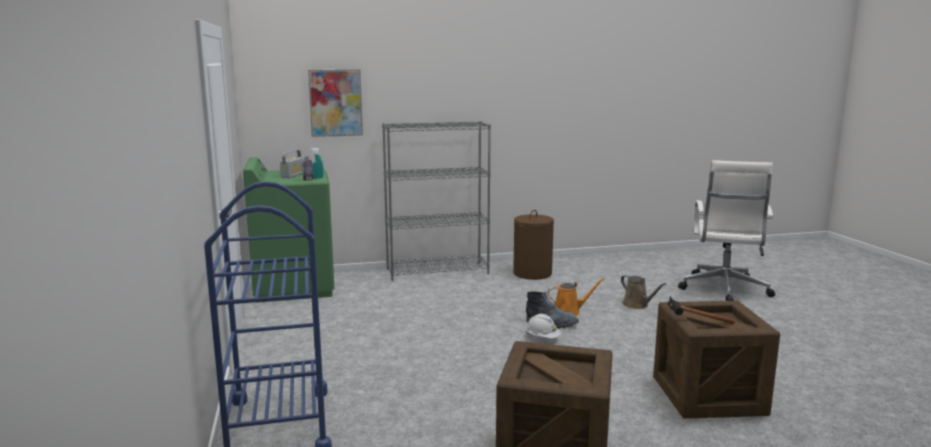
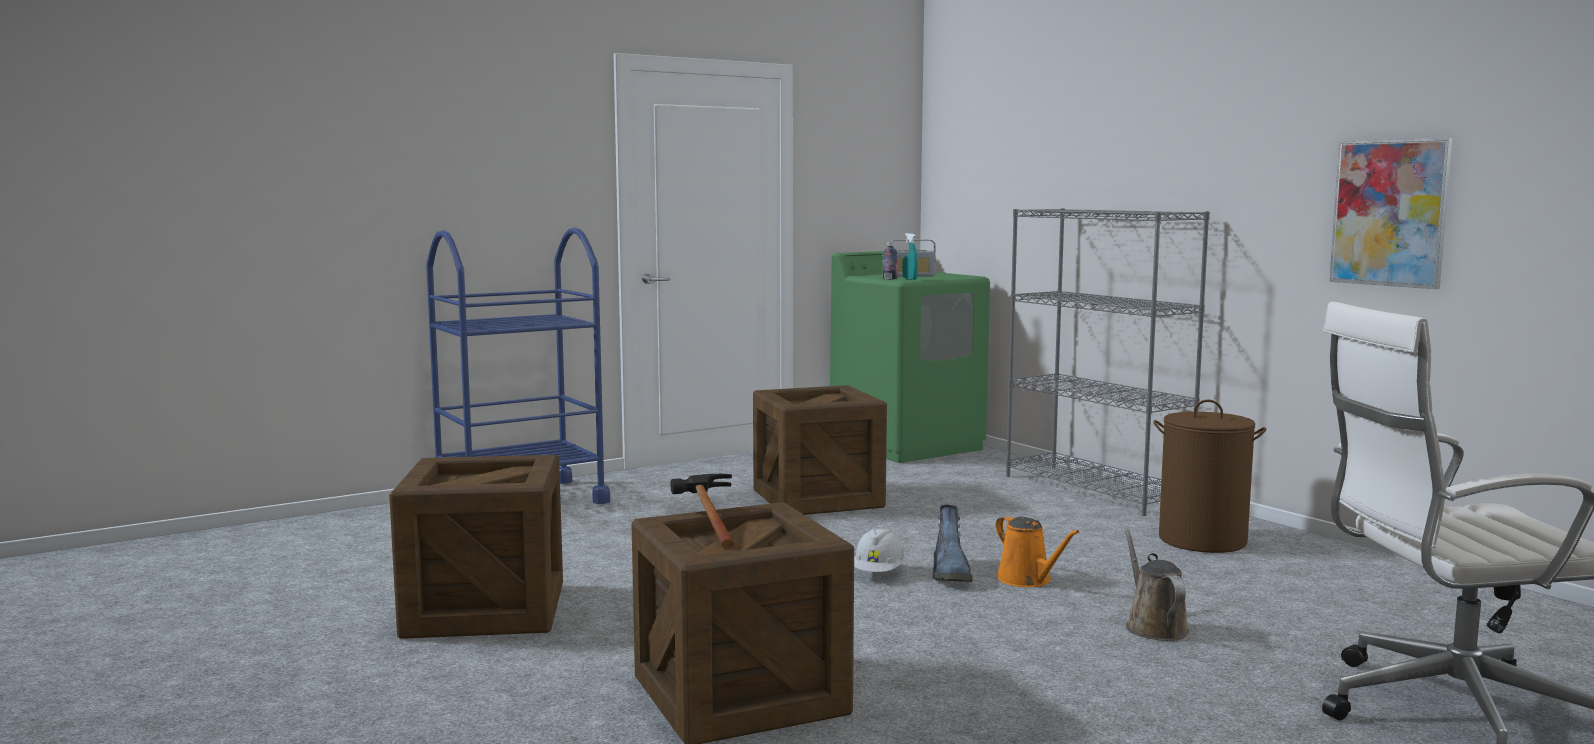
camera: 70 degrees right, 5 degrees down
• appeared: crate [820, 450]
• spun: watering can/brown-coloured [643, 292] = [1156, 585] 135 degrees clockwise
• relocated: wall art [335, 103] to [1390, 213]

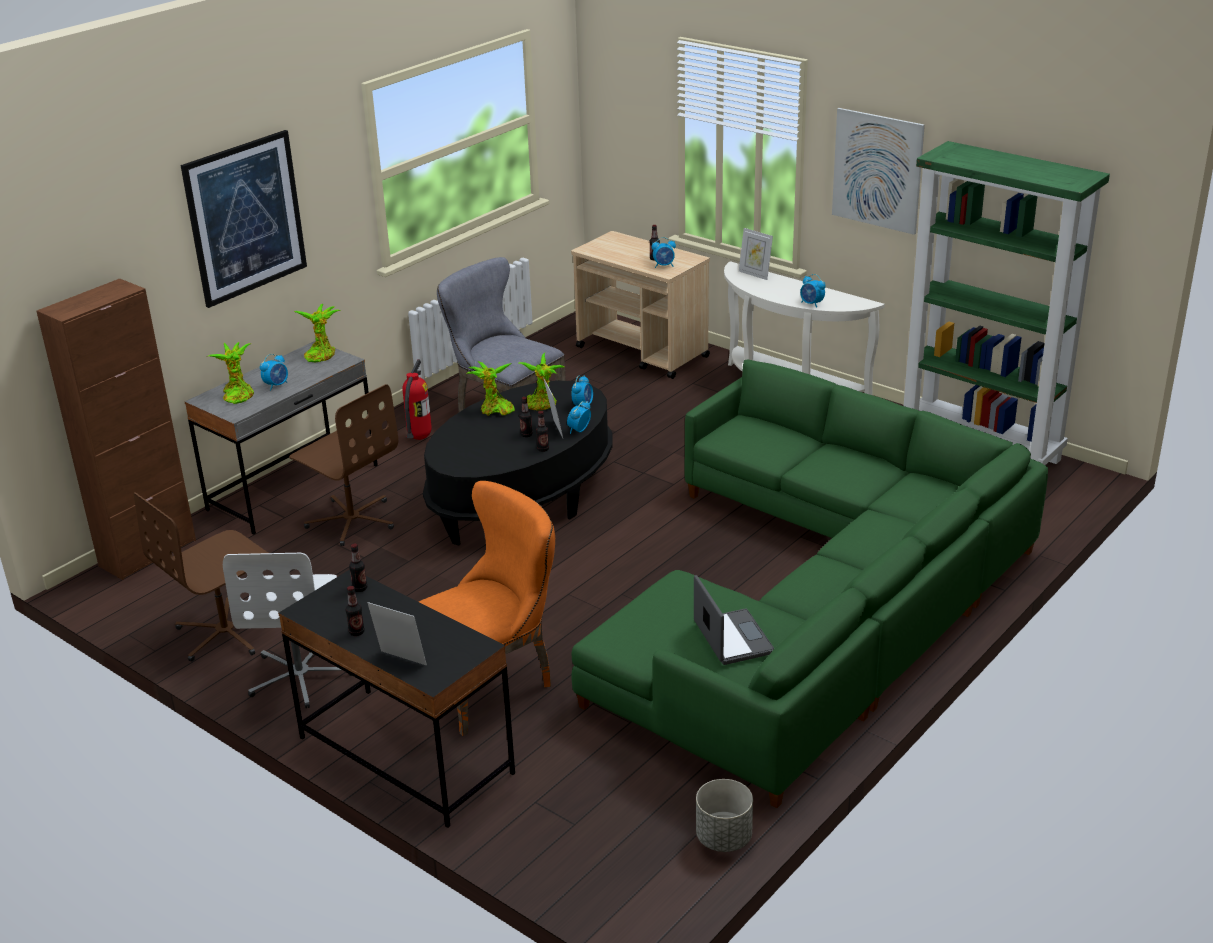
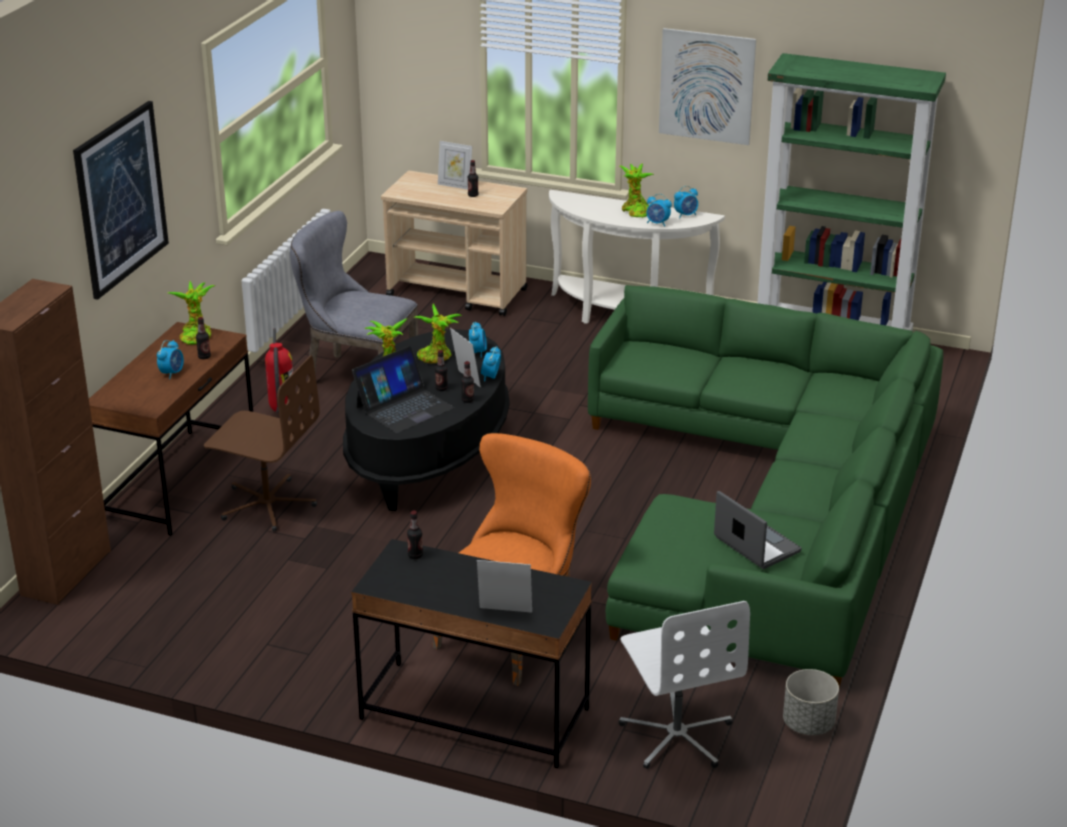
camera: 20 degrees left, 0 degrees up
• colour: desk table/greyish [281, 438] to desk table/brown-coloured [171, 429]
• relocated: bottle [355, 611] to [203, 338]
• appeared: laptop [403, 389]
• relocated: picture frame [756, 254] to [455, 165]
• relocated: plant in a pot [231, 373] to [636, 190]
• relocated: computer chair/whitish [287, 631] to [684, 685]
• relocated: bedside clock [664, 252] to [686, 202]
• missing: computer chair/brown-coloured [201, 577]

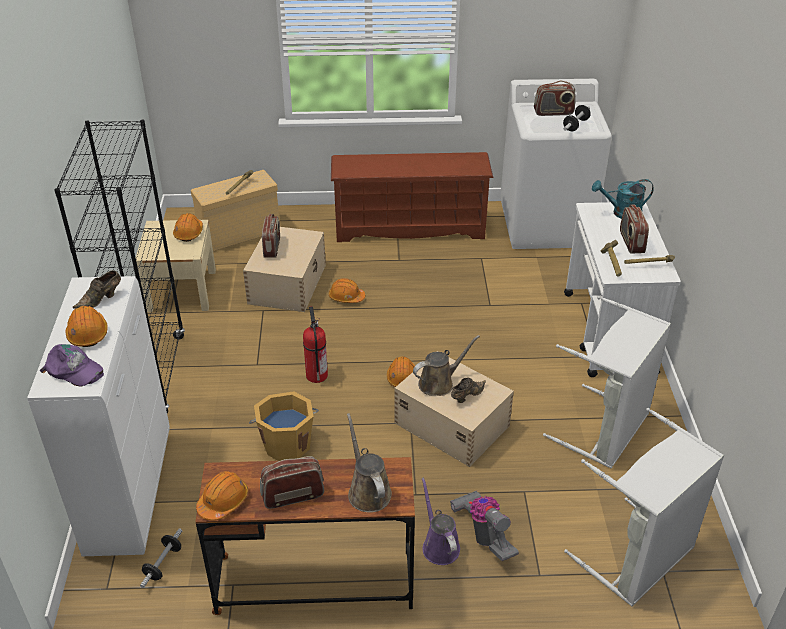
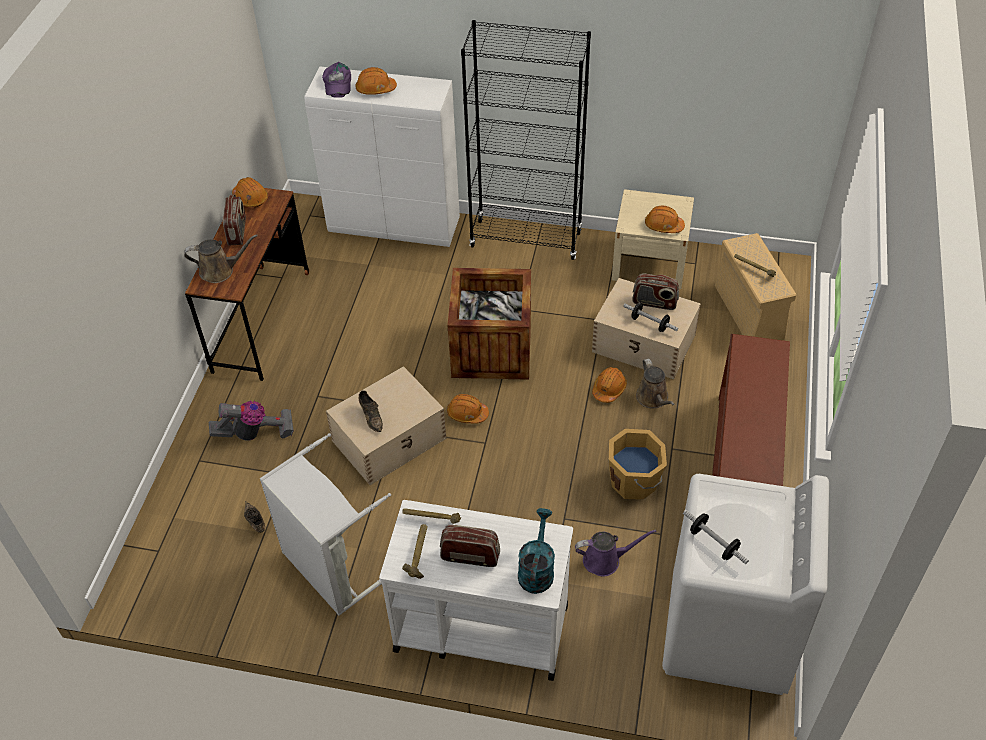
camera: 105 degrees right, 10 degrees up
• relocated: item of footwear/brown-coloured [97, 289] to [254, 517]
• spun: peaked cap/purplish [72, 365] = [336, 80] 45 degrees counterclockwise
• exchanged: fire-fighting cylinder [315, 344] to crate [489, 324]
• relocated: watering can/purplish [441, 521] to [616, 553]
• relocated: bucket/orange-coloured [284, 426] to [638, 464]
• relocated: dumbbell [161, 558] to [650, 317]
• relocated: watering can/brown-coloured [446, 365] to [655, 383]
• missing: radio receiver [555, 98]
• missing: laundry basket/greyish [644, 507]

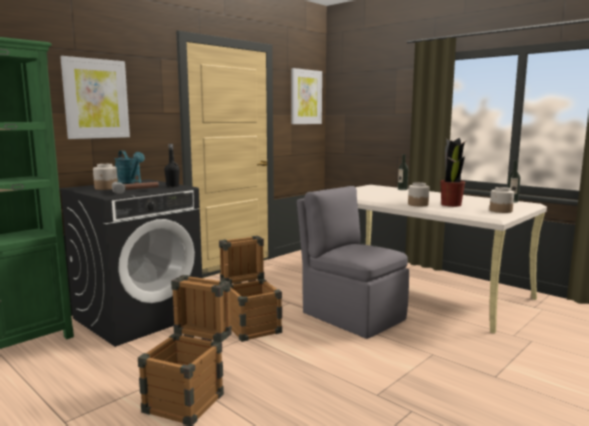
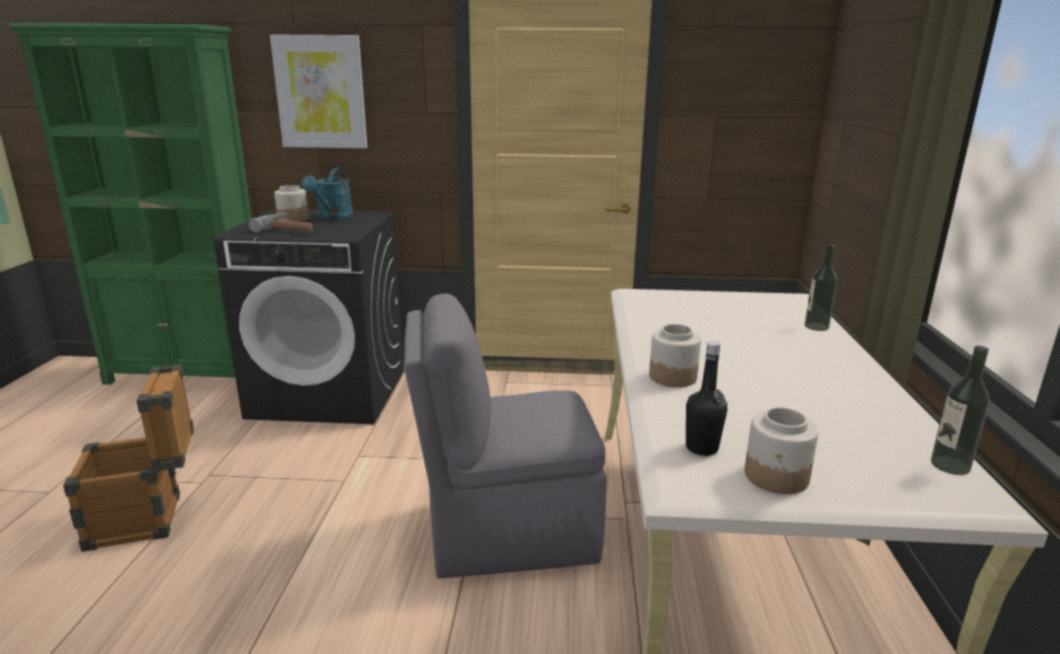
camera: 50 degrees right, 10 degrees up
• spun: chair/greyish [353, 262] = [505, 435] 105 degrees counterclockwise
• relocated: bottle/black-coloured [172, 165] to [706, 398]
• missing: crate [250, 289]
• missing: wall art [306, 96]
• missing: plant in a pot [453, 172]

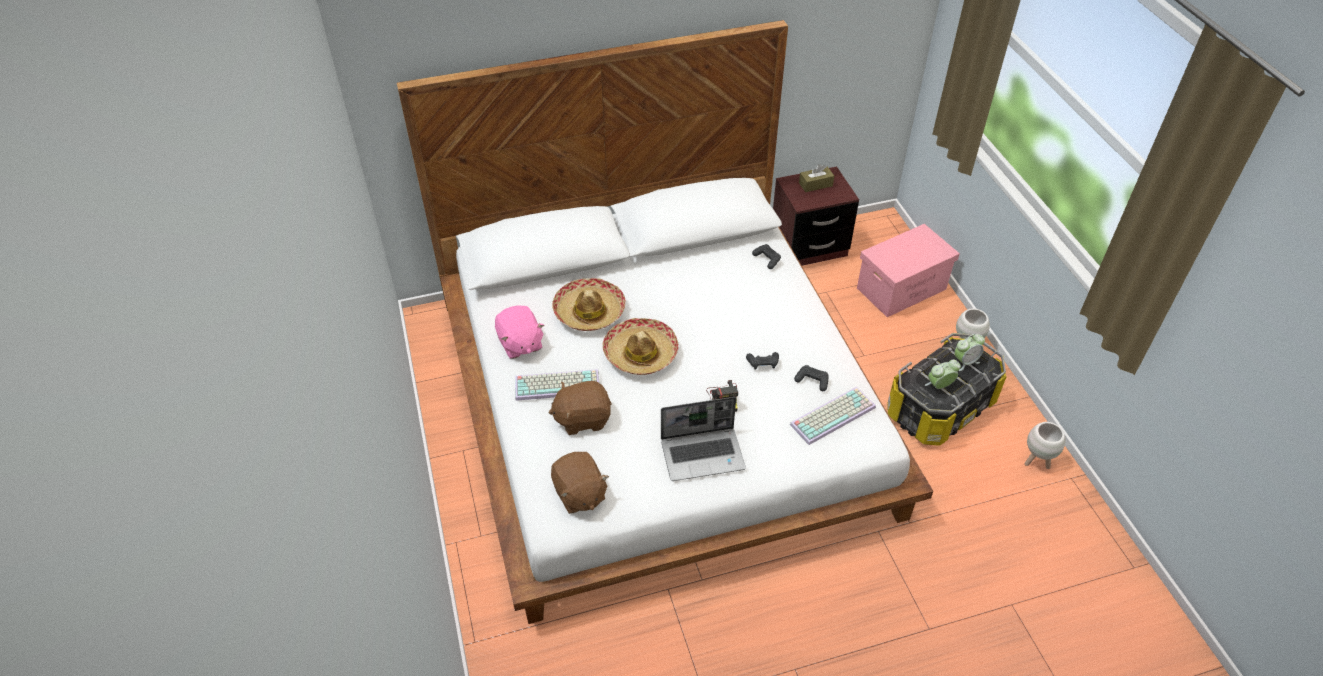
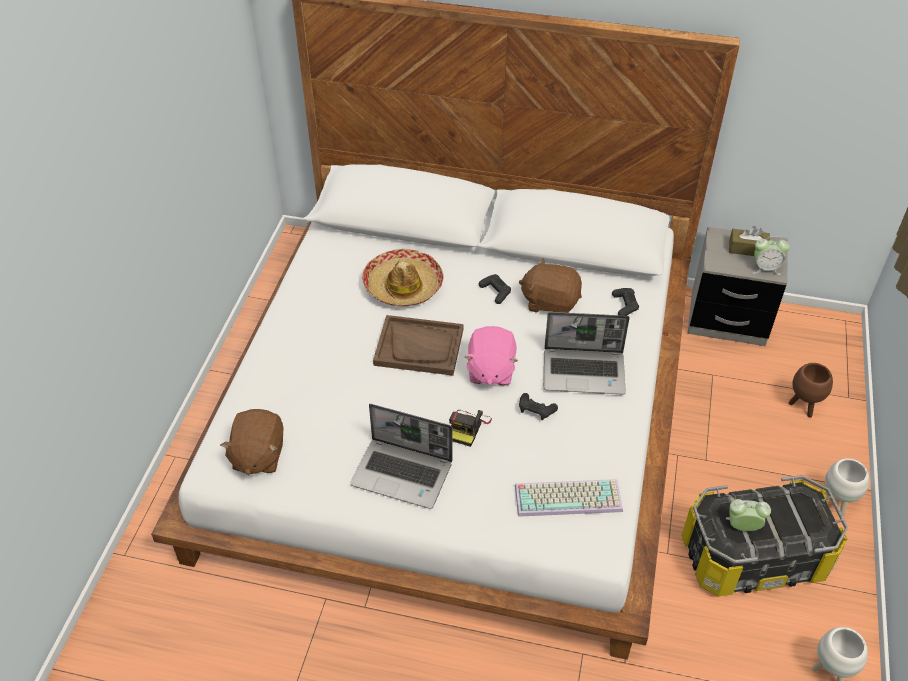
camera: 30 degrees right, 0 degrees up
• exchanged: wearable hat [641, 346] to tray/brown-coloured [418, 345]
• relocated: cuddly toy/pinkish [519, 332] to [491, 356]
• relocated: gamepad/black-coloured [811, 378] to [495, 289]
• relocated: cuddly toy/brown-coloured [580, 408] to [550, 285]
• appeared: laptop [587, 353]
• colour: nightstand/brown-coloured [816, 216] to nightstand/greyish [738, 286]
• relocated: bedside clock [969, 352] to [771, 255]
• exchanged: storage box/pinkish [908, 270] to plant pot/brown-coloured [811, 390]
• missing: PC keyboard [557, 385]

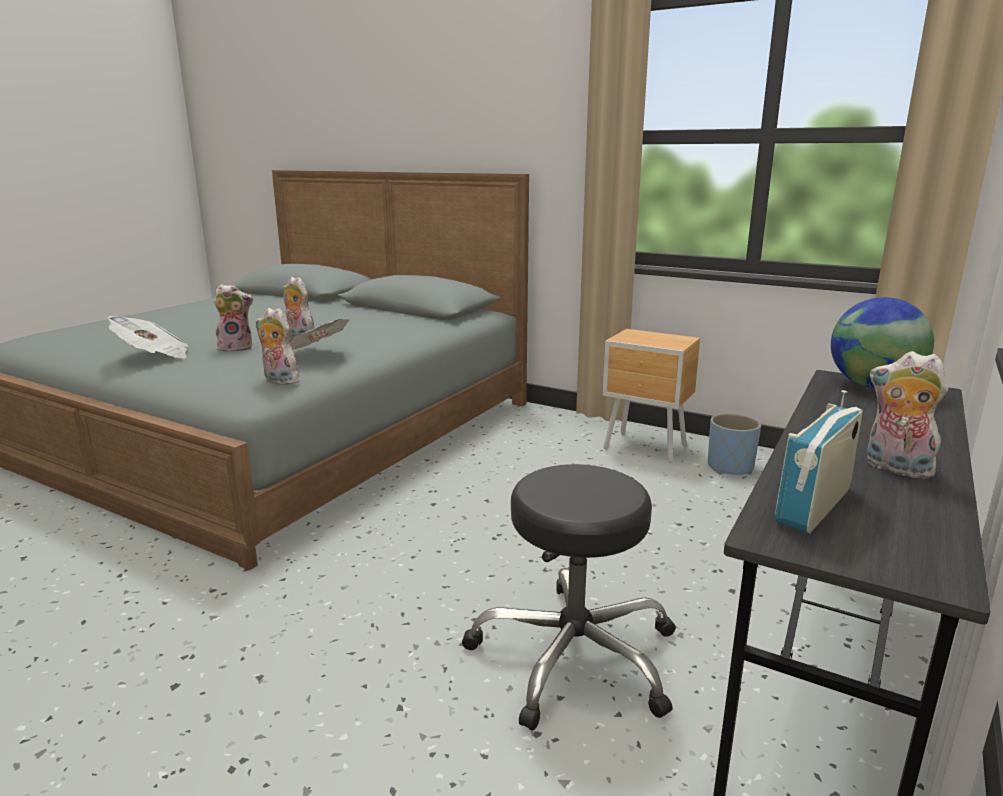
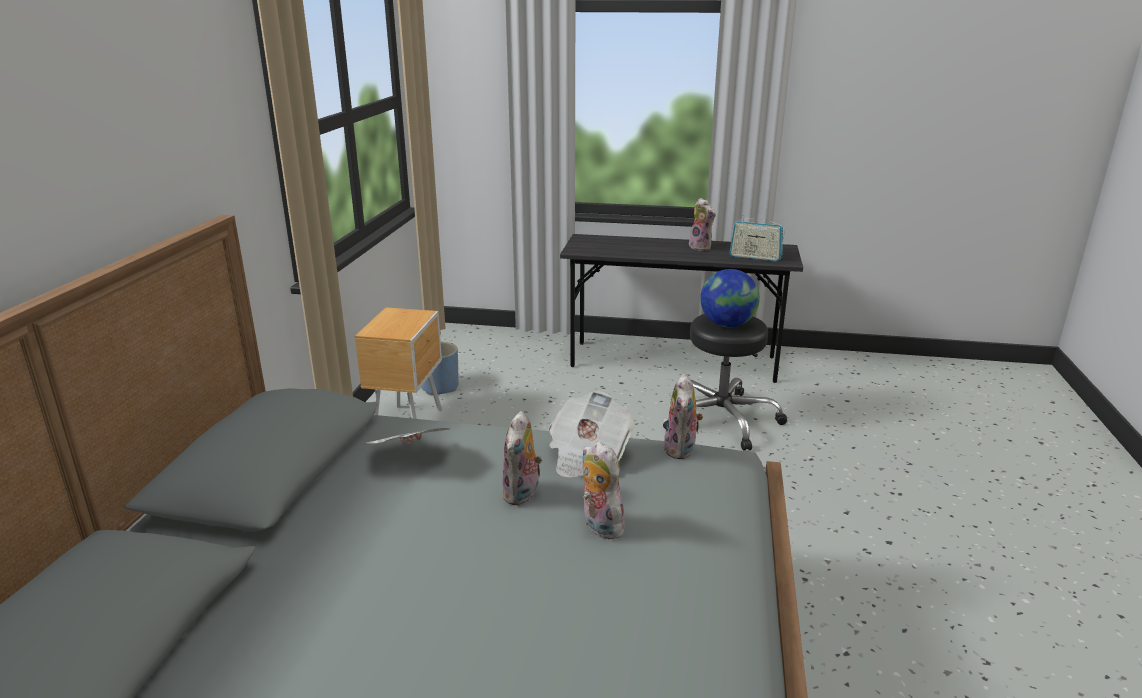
camera: 110 degrees left, 5 degrees up
• relocated: newspaper [148, 337] to [407, 436]
• spun: cuddly toy [907, 415] = [702, 224] 60 degrees counterclockwise
• relocated: world globe [882, 342] to [730, 298]

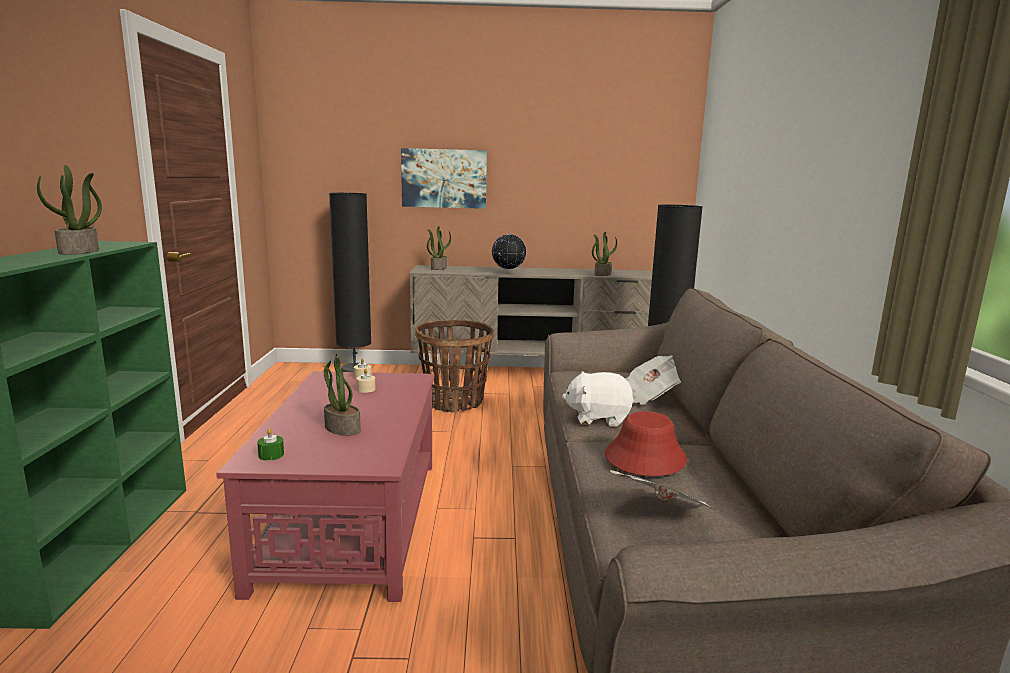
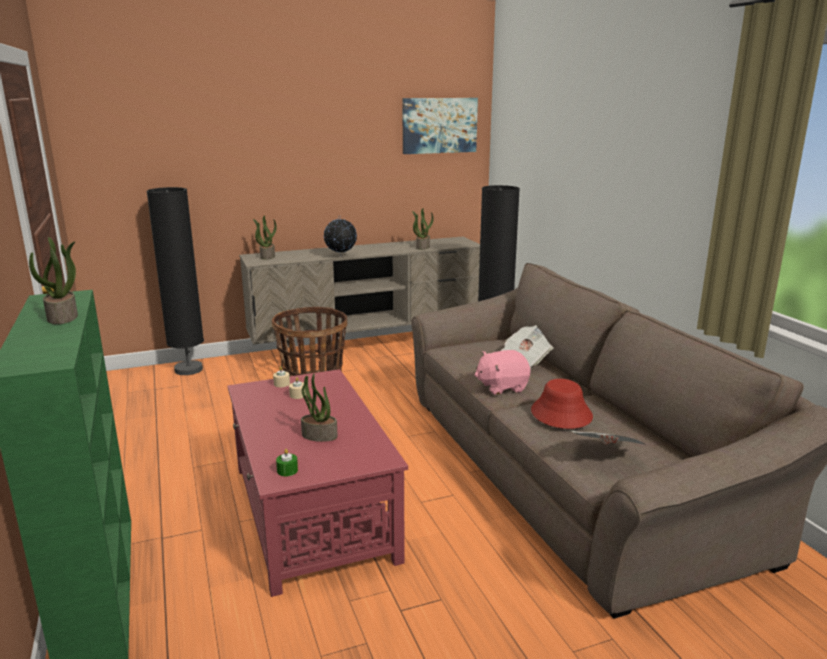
camera: 20 degrees left, 5 degrees up
• relocated: wall art [444, 178] to [440, 126]
• colour: cuddly toy/whitish [598, 398] to cuddly toy/pinkish [502, 372]

